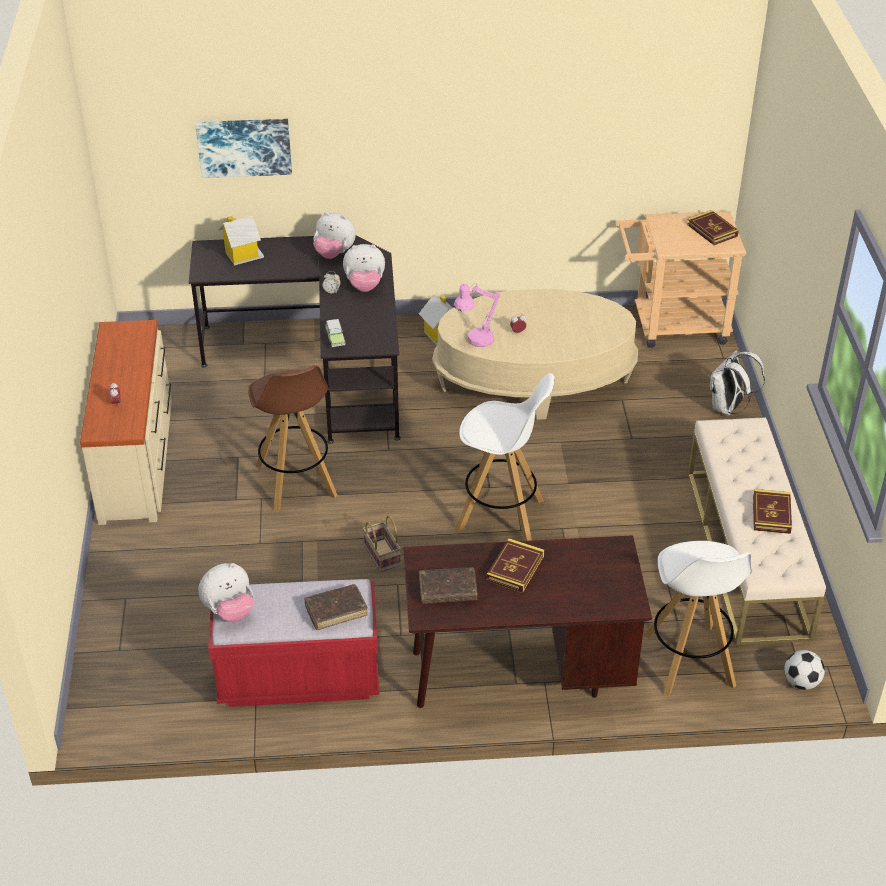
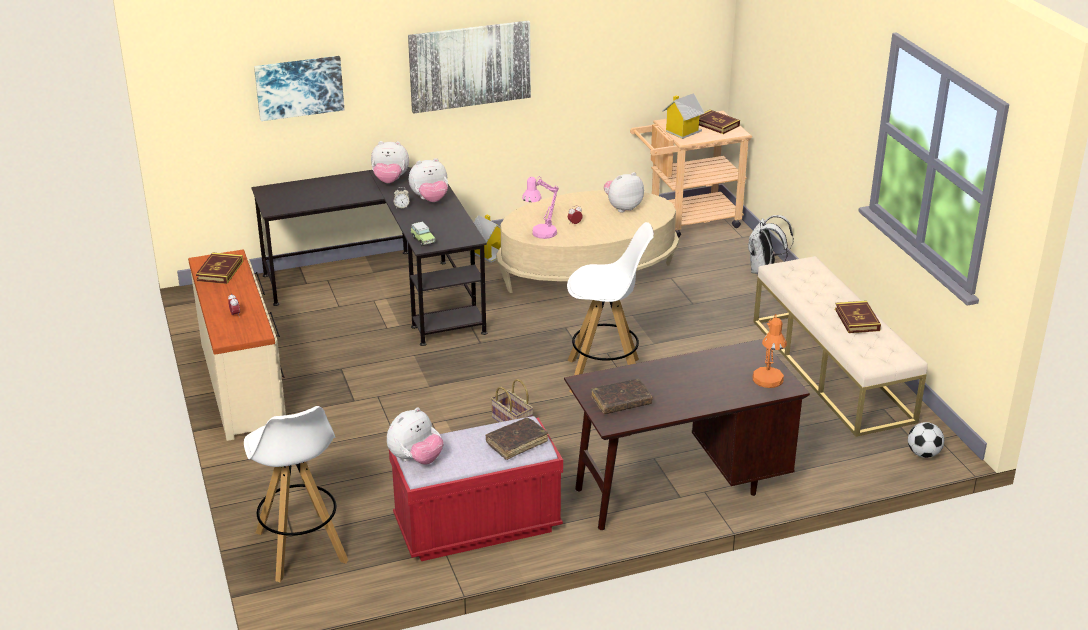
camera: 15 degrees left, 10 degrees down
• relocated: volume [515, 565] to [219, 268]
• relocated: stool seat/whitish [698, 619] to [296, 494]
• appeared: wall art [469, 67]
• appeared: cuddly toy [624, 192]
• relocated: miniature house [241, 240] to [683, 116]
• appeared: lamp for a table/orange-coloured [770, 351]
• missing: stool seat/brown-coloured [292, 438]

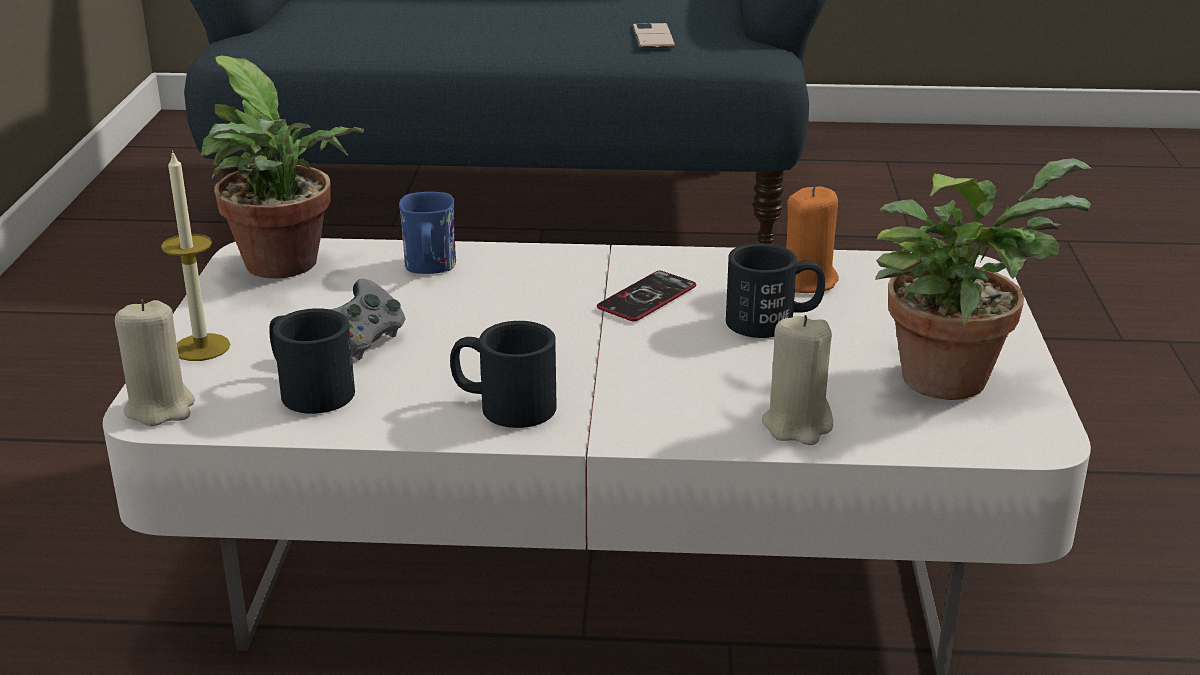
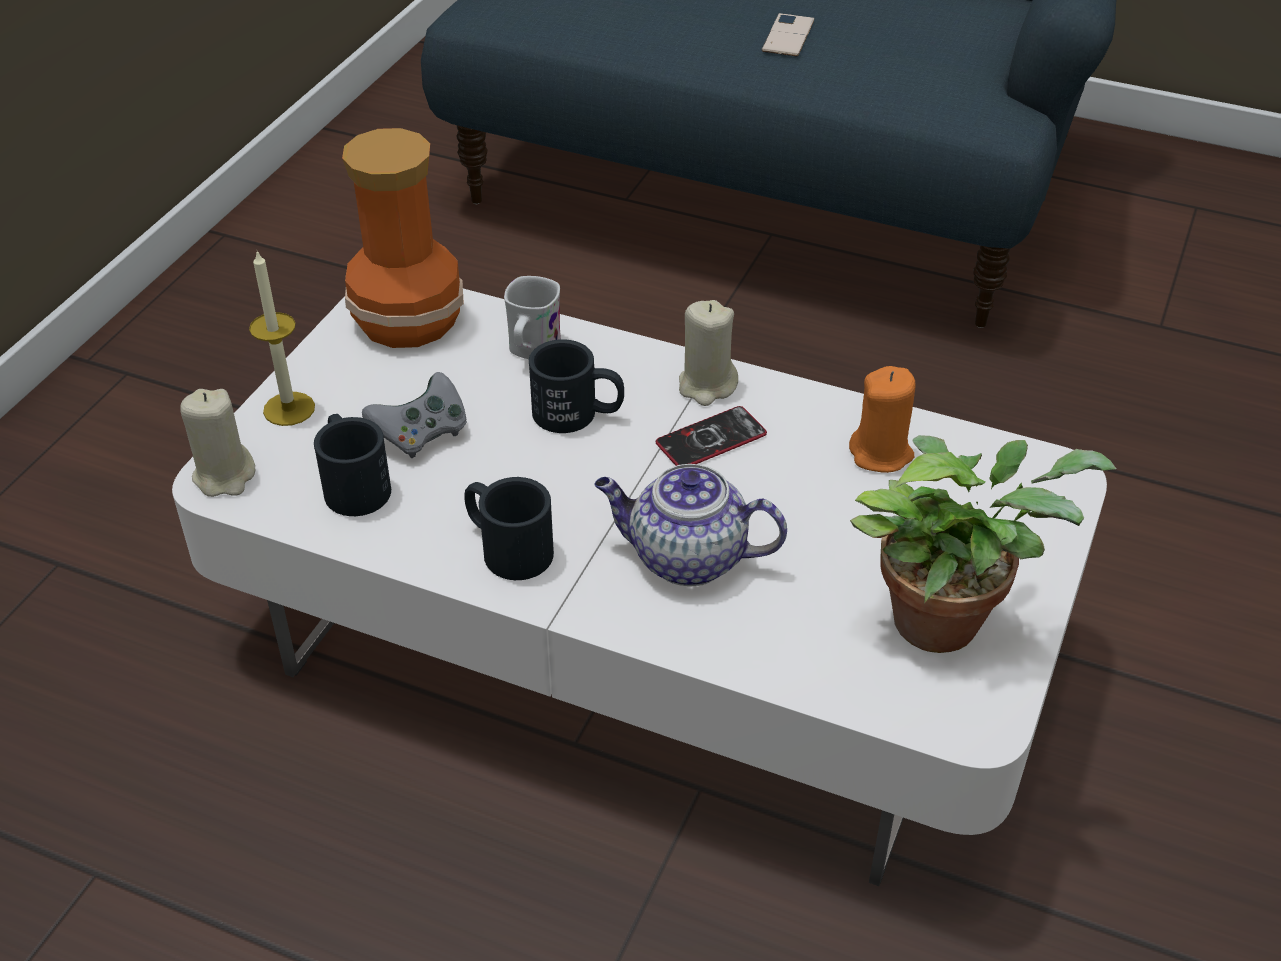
camera: 20 degrees right, 15 degrees up
• exchanged: plant in a pot [282, 166] to vase [403, 238]
• colour: tea mug/bluish [427, 233] to tea mug/whitish [532, 317]
• relocated: tea mug/black-coloured [775, 290] to [576, 386]
• appeared: teapot [690, 525]
• relocated: candle/beige-coloured [797, 380] to [708, 353]
• relocated: handset [654, 35] to [788, 34]

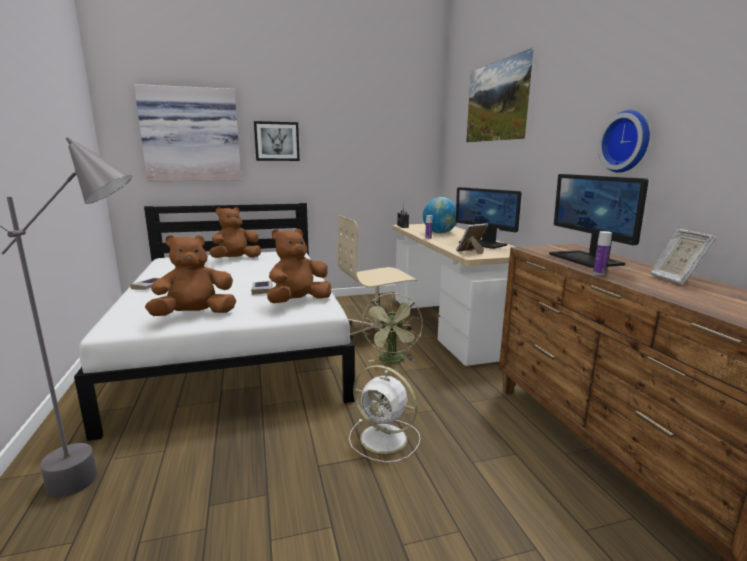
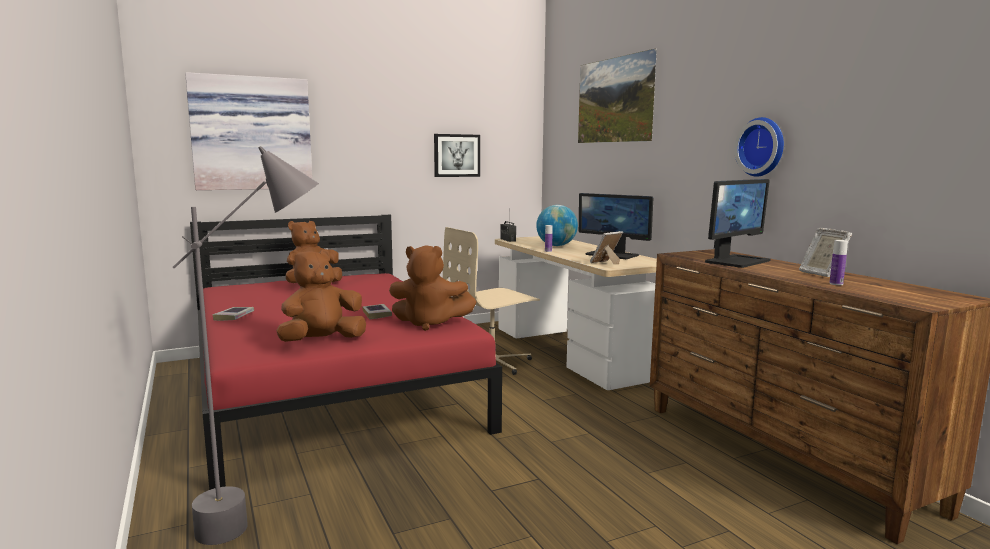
camera: 10 degrees left, 5 degrees down
• colour: bed/whitish [214, 322] to bed/red-coloured [346, 352]
• spun: cuddly toy/brown-coloured [299, 266] = [433, 288] 120 degrees counterclockwise
• relocated: wall art [277, 141] to [457, 155]
• spun: computer display [599, 221] = [738, 223] 105 degrees counterclockwise
• relocated: bottle [602, 253] to [838, 262]
• missing: electric fan/whitish [384, 413]
• missing: electric fan/green-coloured [392, 328]

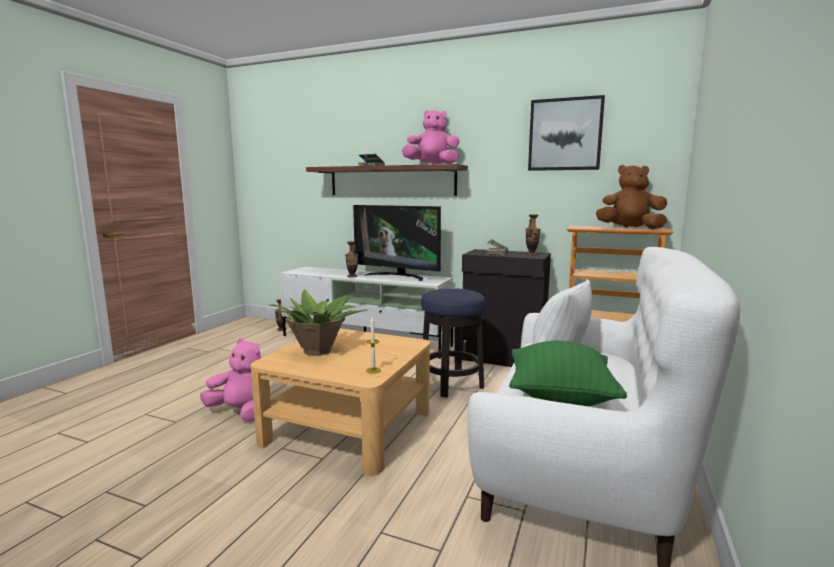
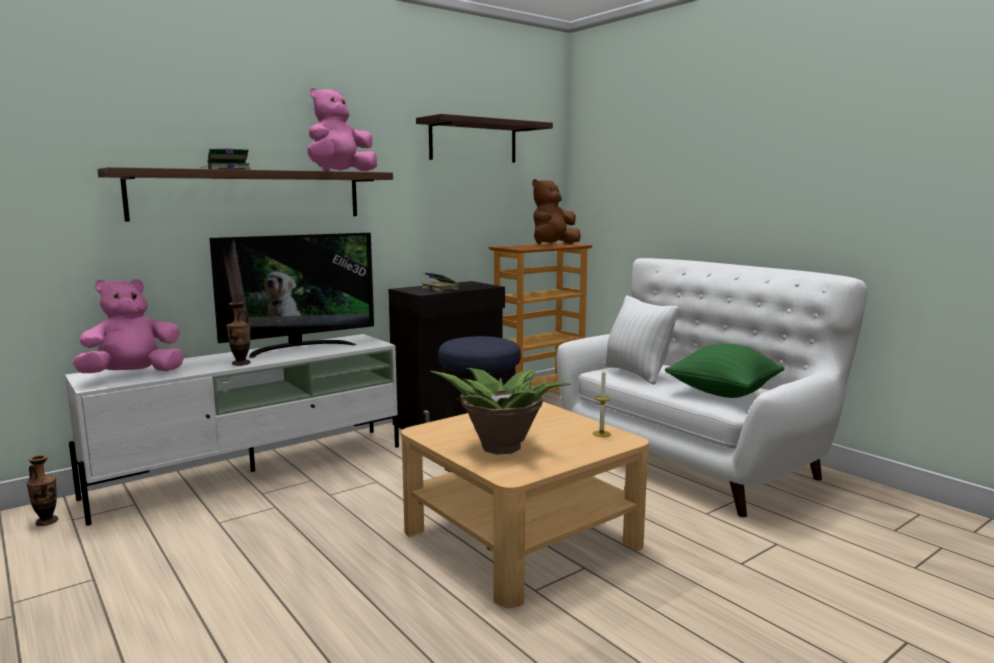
camera: 60 degrees left, 0 degrees up
• relocated: cuddly toy/pinkish [230, 380] to [128, 326]
• exchanged: wall art [566, 133] to wall shelf [484, 138]
• missing: vase [533, 234]

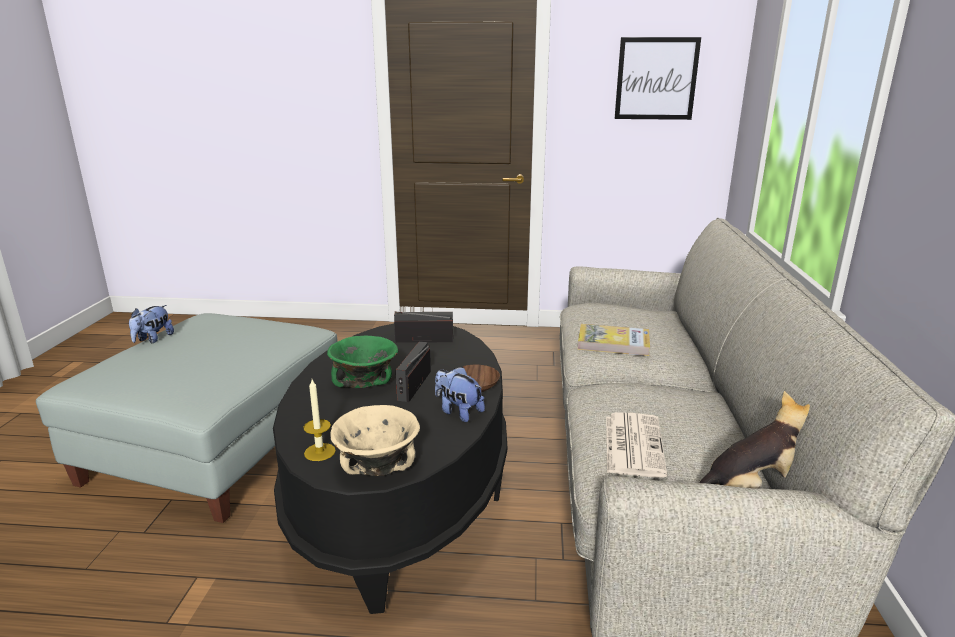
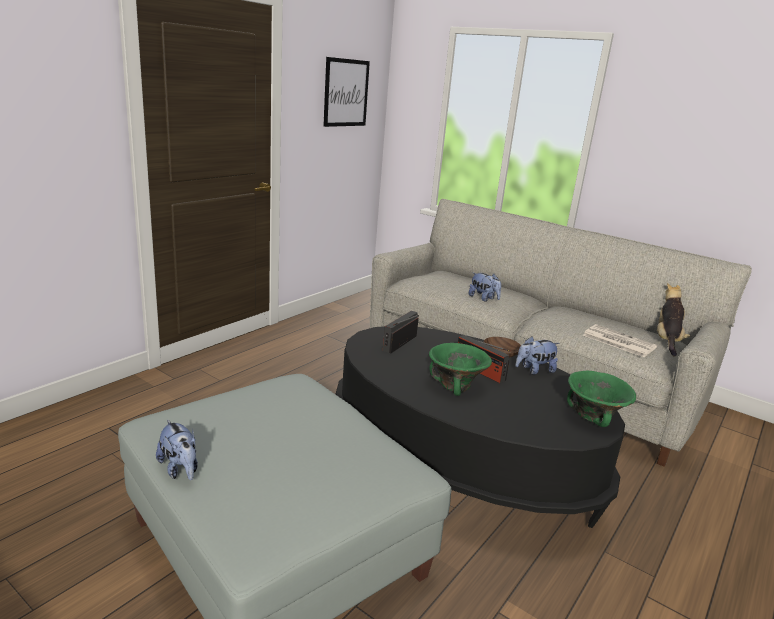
camera: 60 degrees left, 0 degrees up
• exchanged: volume [613, 340] to cuddly toy [485, 287]
• colour: serving bowl/beige-coloured [375, 440] to serving bowl/green-coloured [601, 398]
• missing: candle [319, 420]

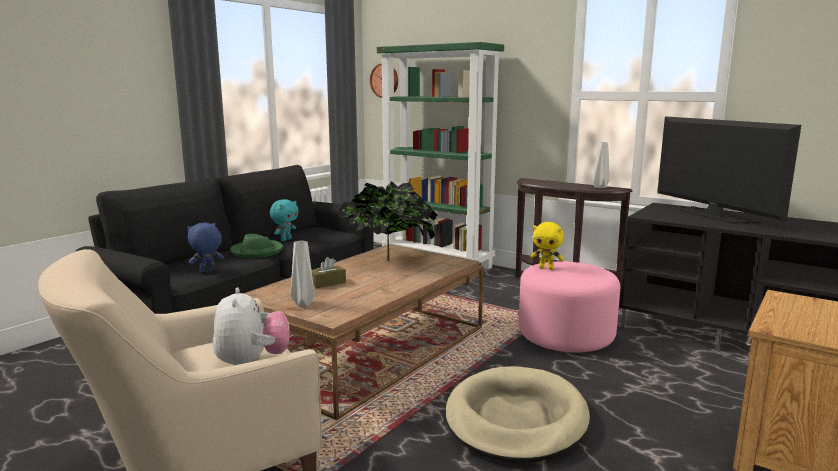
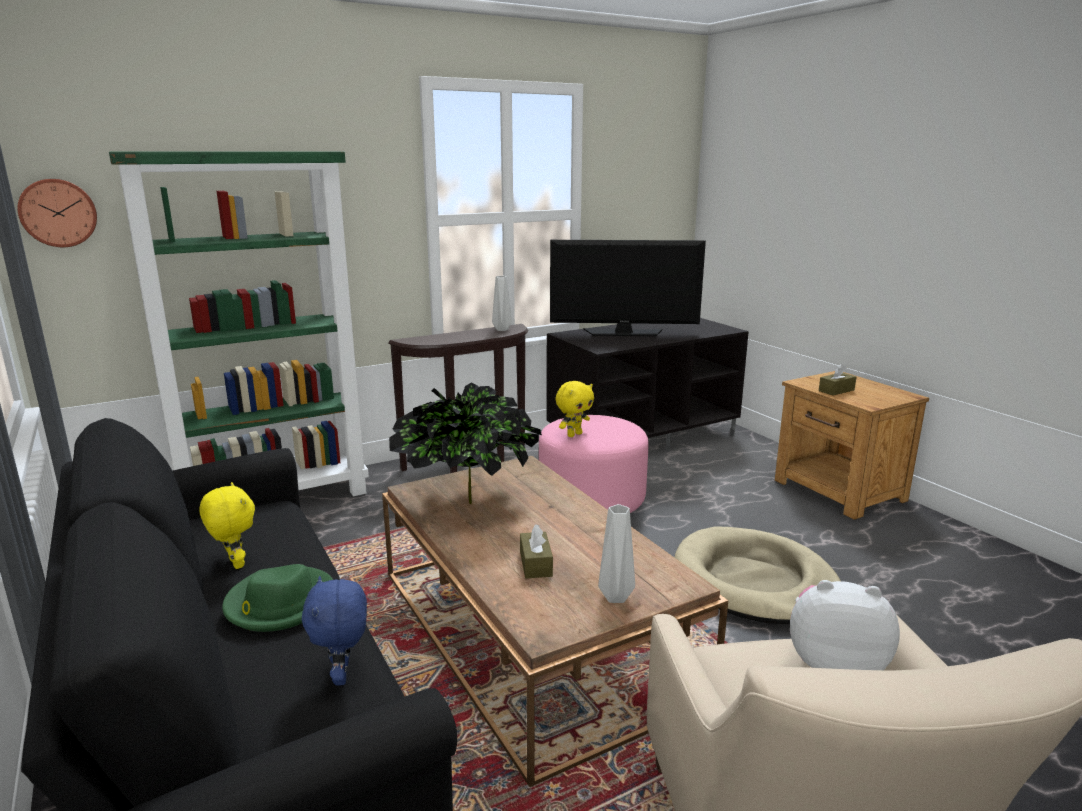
camera: 65 degrees left, 5 degrees up
• colour: cuddly toy/turquoise-coloured [284, 220] to cuddly toy/yellowish [227, 525]
• appeared: tissue holder/brown-coloured [837, 380]

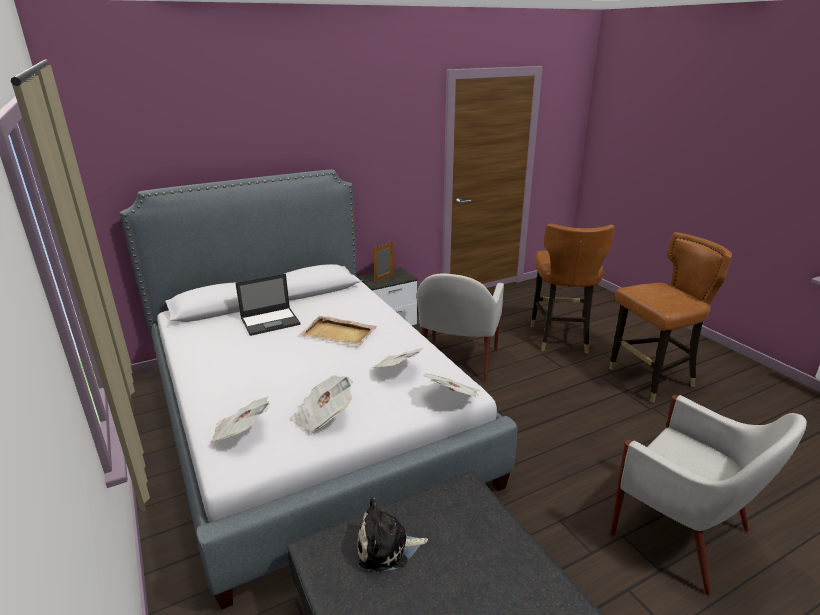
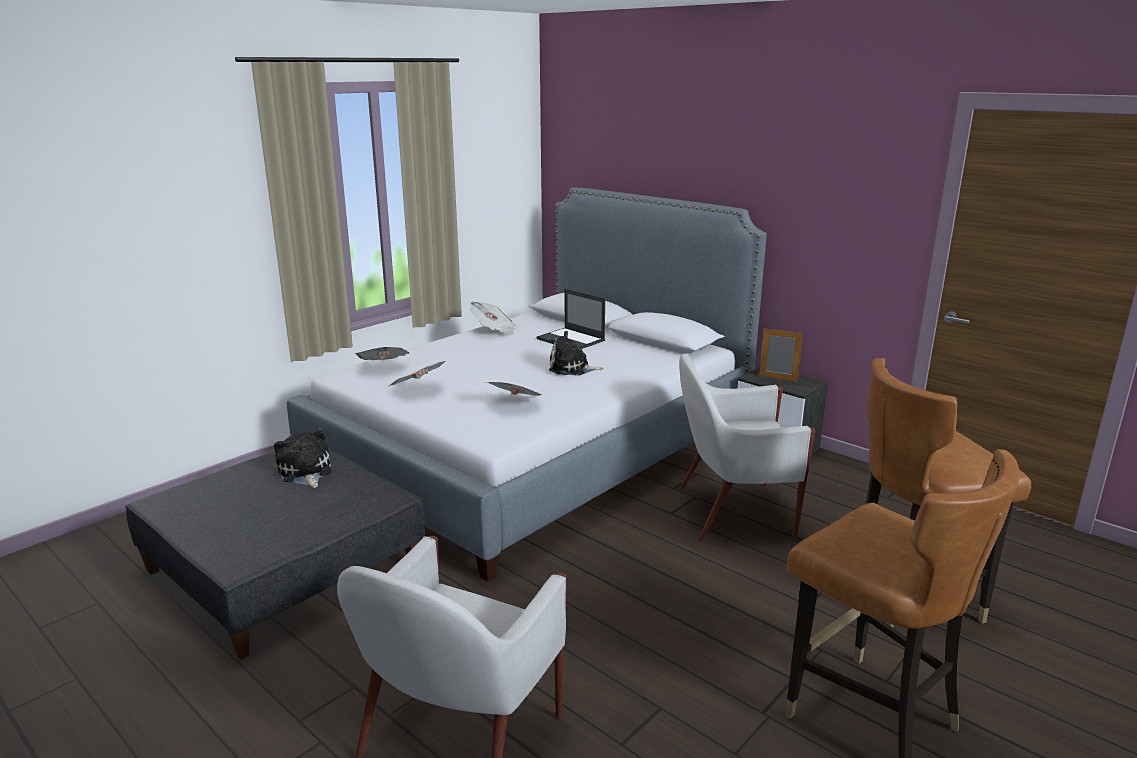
camera: 70 degrees right, 5 degrees down
• relocated: newspaper [452, 385] to [493, 318]
• exchanged: tray/beige-coloured [338, 330] to cuddly toy [576, 353]

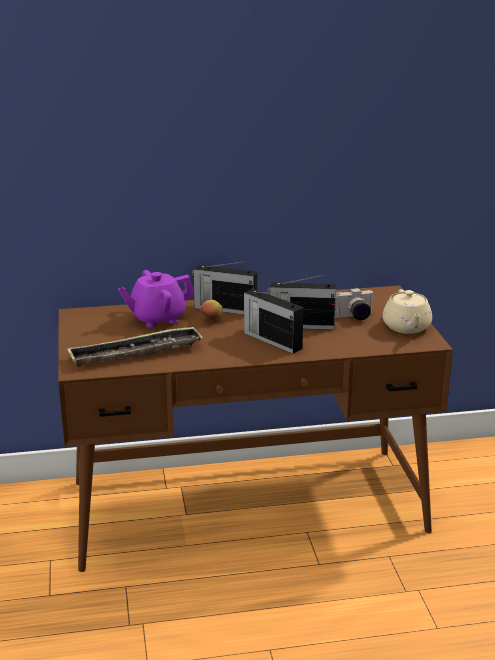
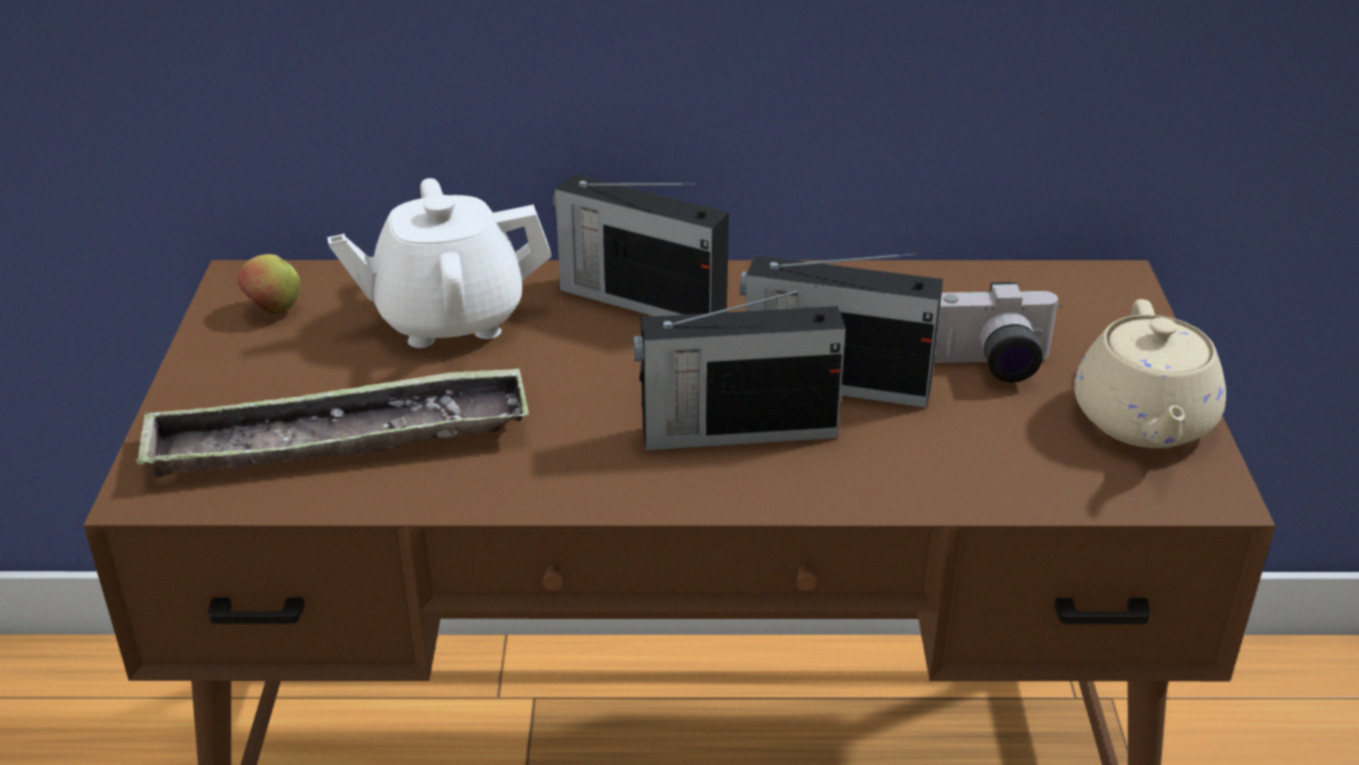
camera: 10 degrees right, 10 degrees up
• relocated: apple [212, 310] to [269, 284]
• colour: teapot/purplish [156, 299] to teapot/whitish [439, 263]
• spun: radio receiver [273, 321] = [739, 368] 60 degrees counterclockwise

